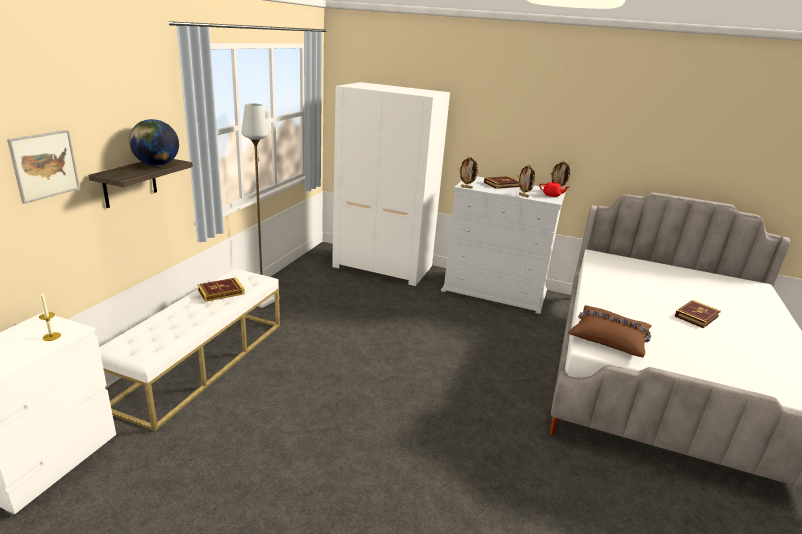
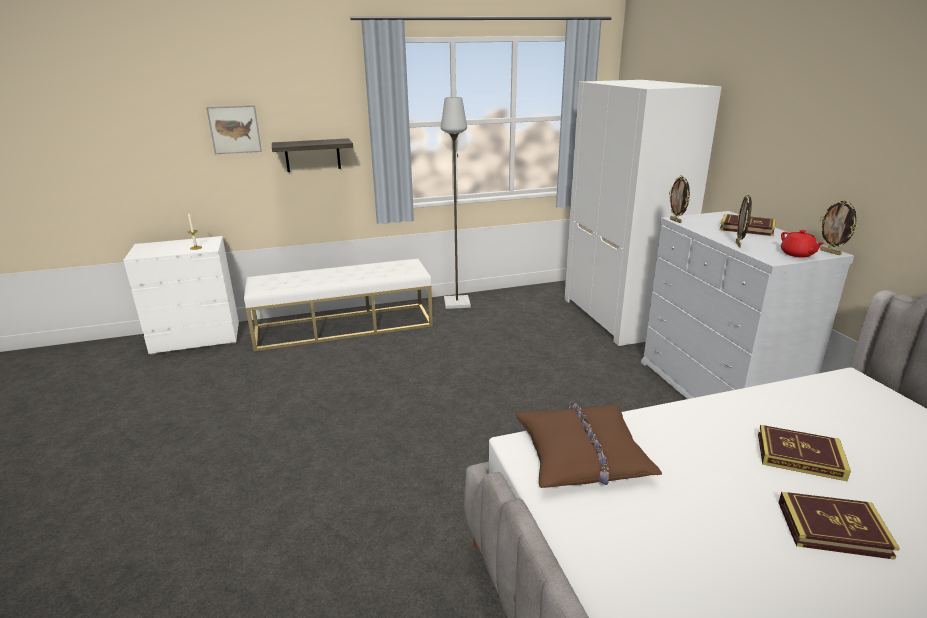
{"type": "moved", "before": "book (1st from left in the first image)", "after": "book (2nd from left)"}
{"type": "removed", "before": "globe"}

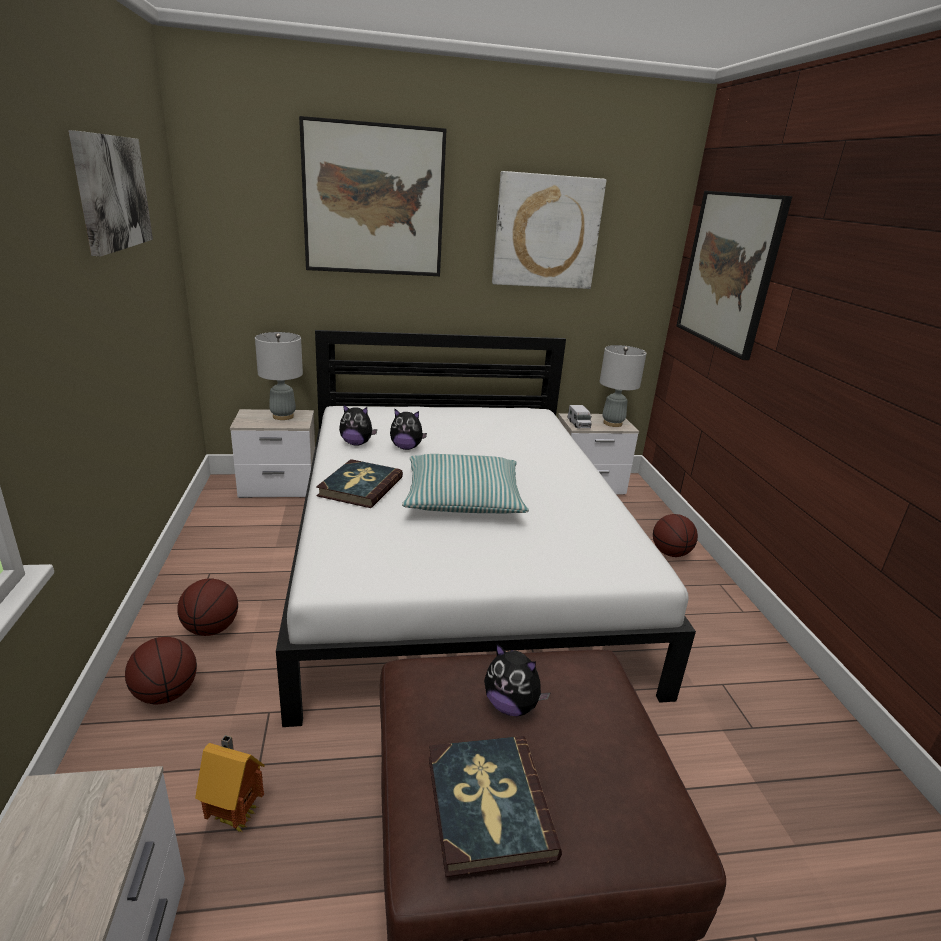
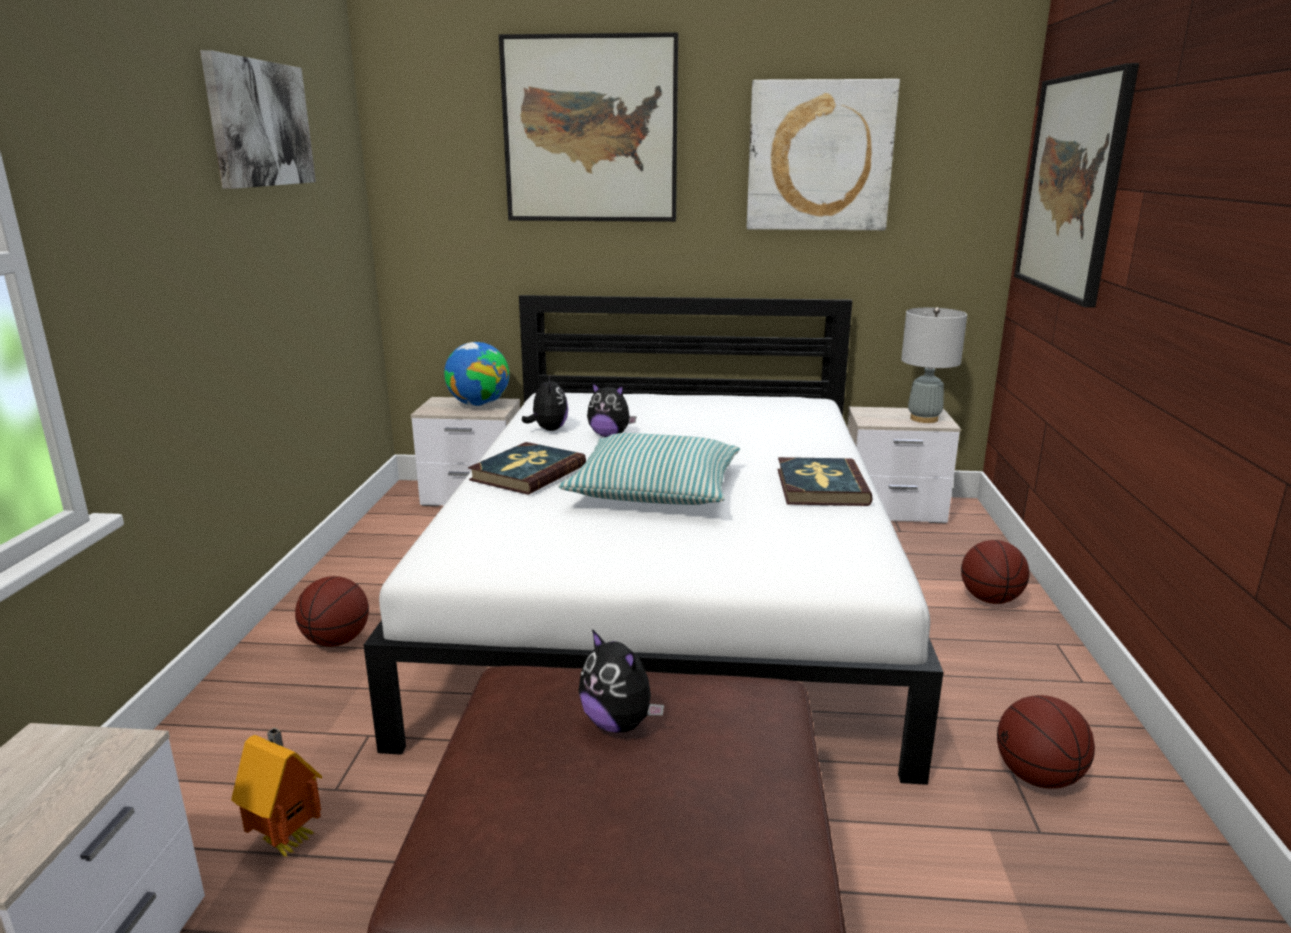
{"type": "replaced", "before": "grey table lamp (1st from left)", "after": "globe"}
{"type": "turned", "before": "plush toy (1st from left)", "turn": -120}
{"type": "moved", "before": "book (2nd from left)"}
{"type": "moved", "before": "basketball (1st from left in the first image)", "after": "basketball (3rd from left)"}
{"type": "removed", "before": "toy truck"}

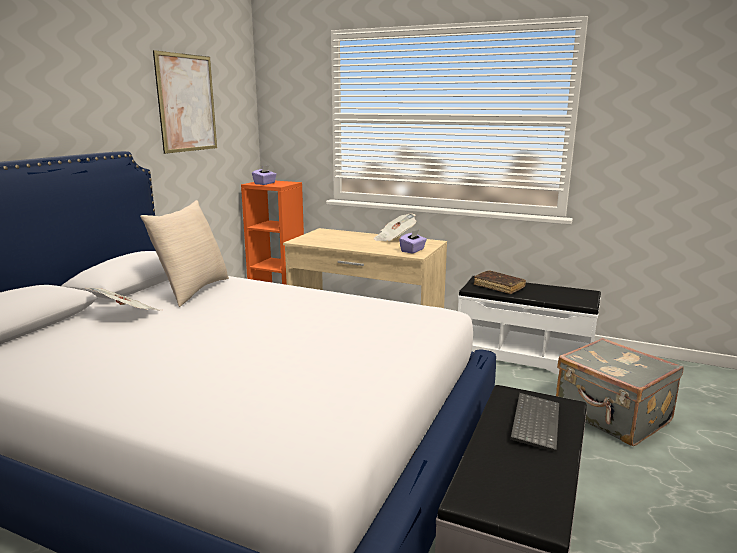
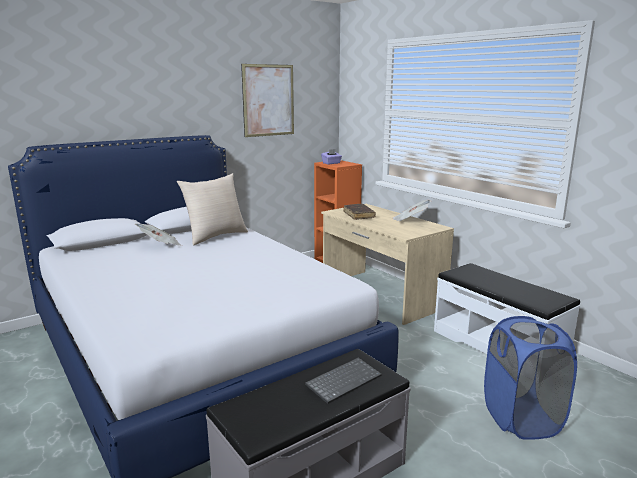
{"type": "moved", "before": "brown book"}
{"type": "replaced", "before": "grey suitcase", "after": "blue laundry basket"}
{"type": "removed", "before": "purple tissue box (2nd from left)"}

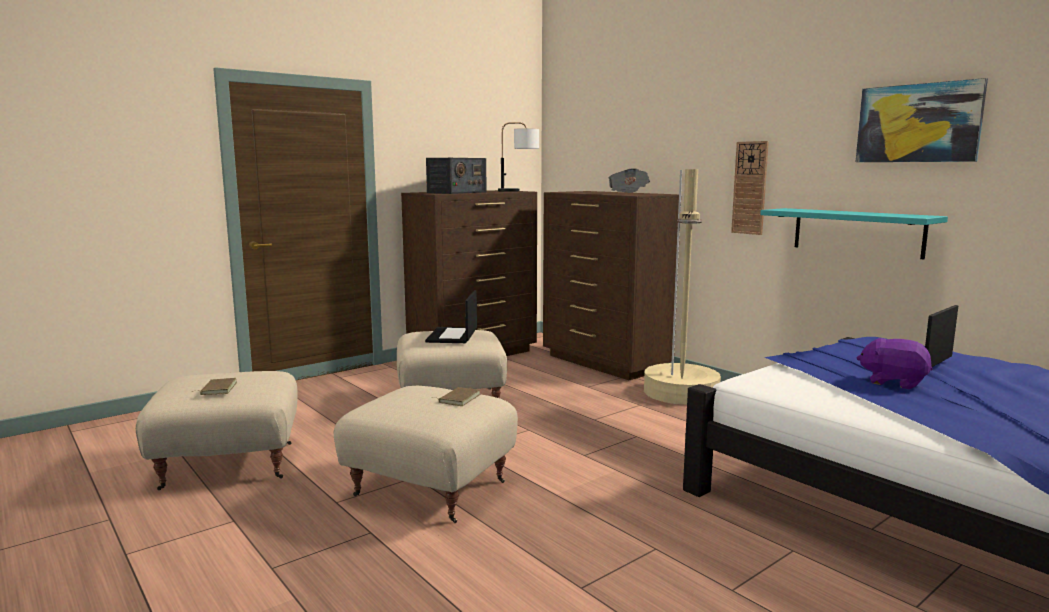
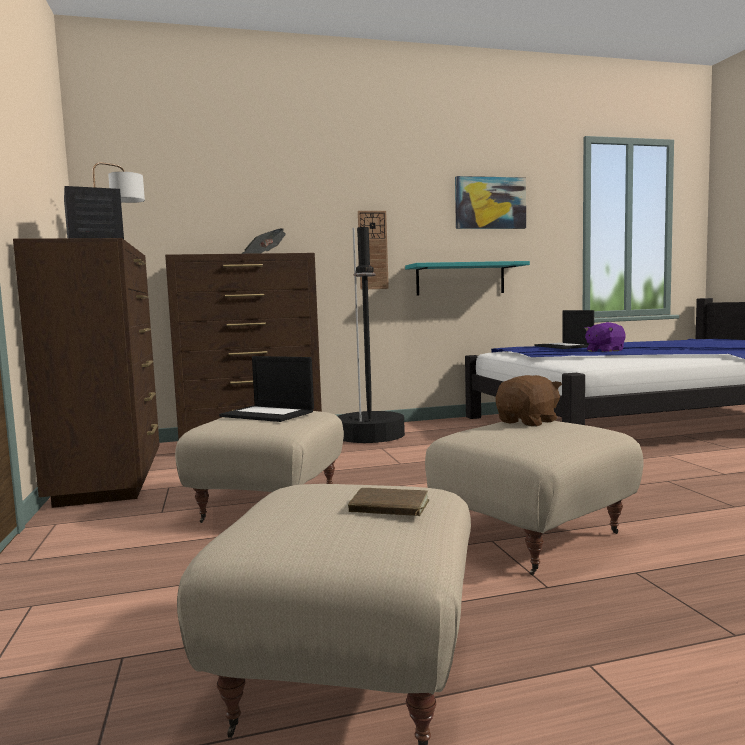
{"type": "recoloured", "before": "beige floor lamp", "after": "black floor lamp"}
{"type": "replaced", "before": "brown book (2nd from left)", "after": "brown plush toy"}

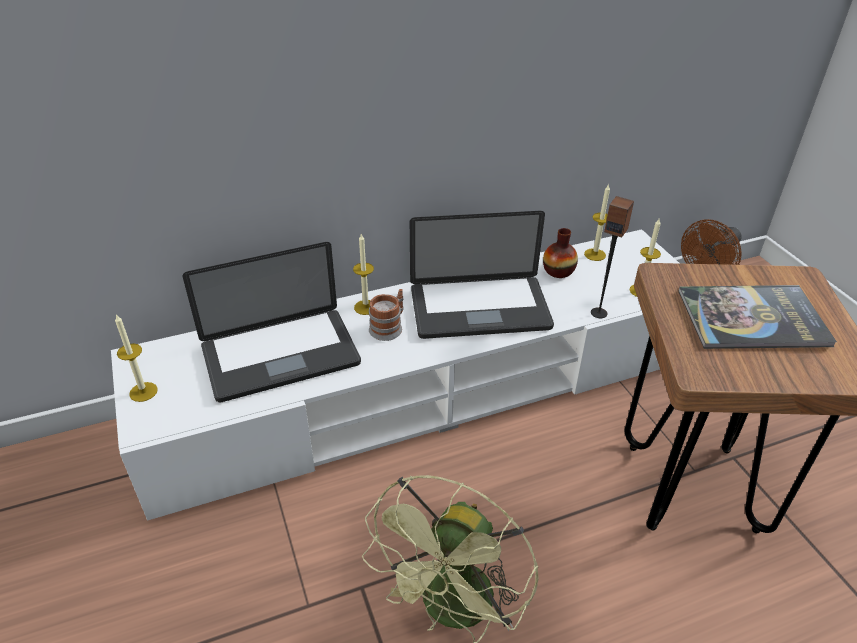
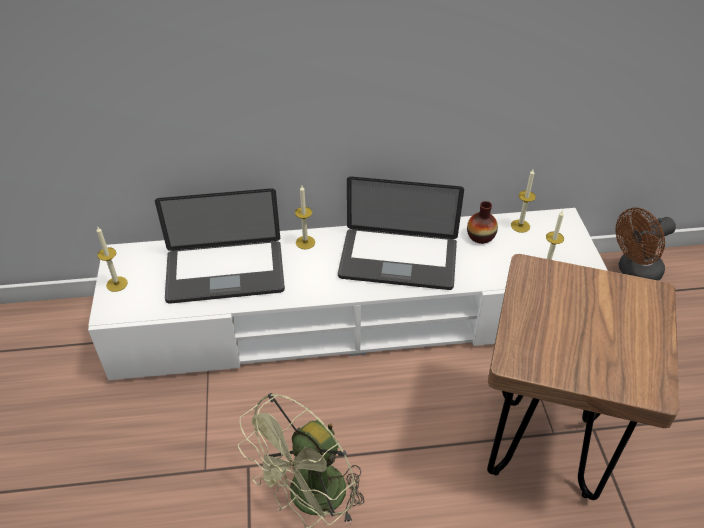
{"type": "removed", "before": "mug"}
{"type": "removed", "before": "speaker"}
{"type": "removed", "before": "book"}

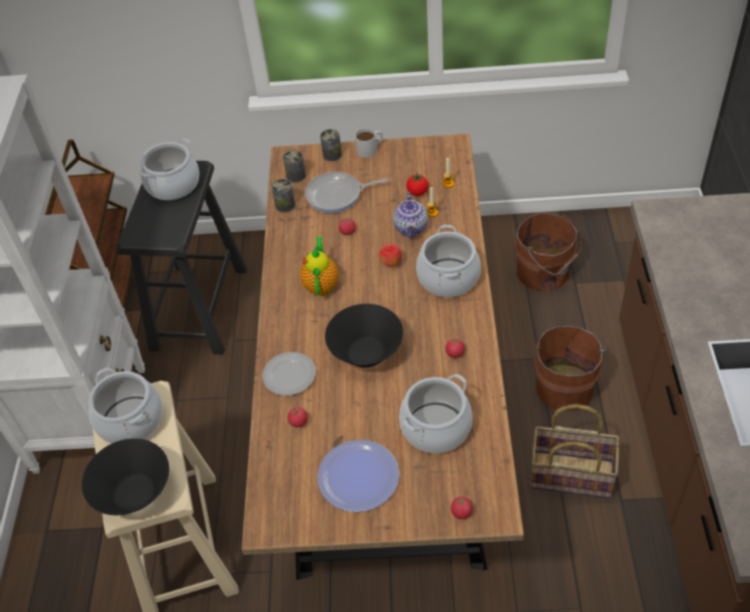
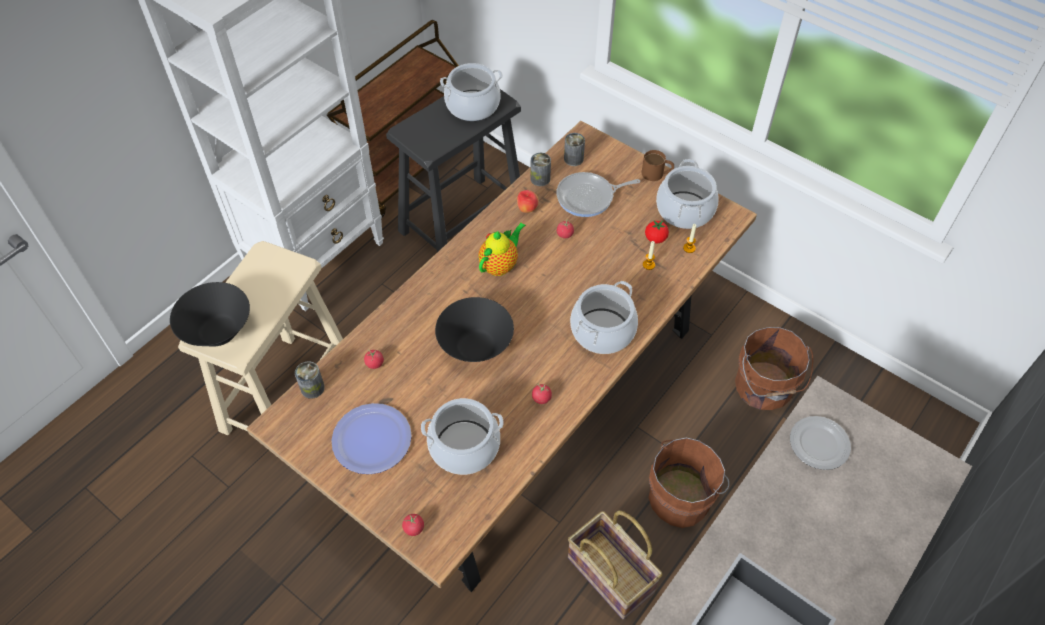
{"type": "moved", "before": "can (3rd from left in the first image)", "after": "can (1st from left)"}
{"type": "moved", "before": "apple"}
{"type": "turned", "before": "frying pan", "turn": -45}
{"type": "recoloured", "before": "white mug", "after": "brown mug"}
{"type": "moved", "before": "cooking pot (1st from left in the first image)", "after": "cooking pot (4th from left)"}
{"type": "moved", "before": "plate (1st from left in the first image)", "after": "plate (2nd from left)"}
{"type": "removed", "before": "teapot (2nd from left)"}

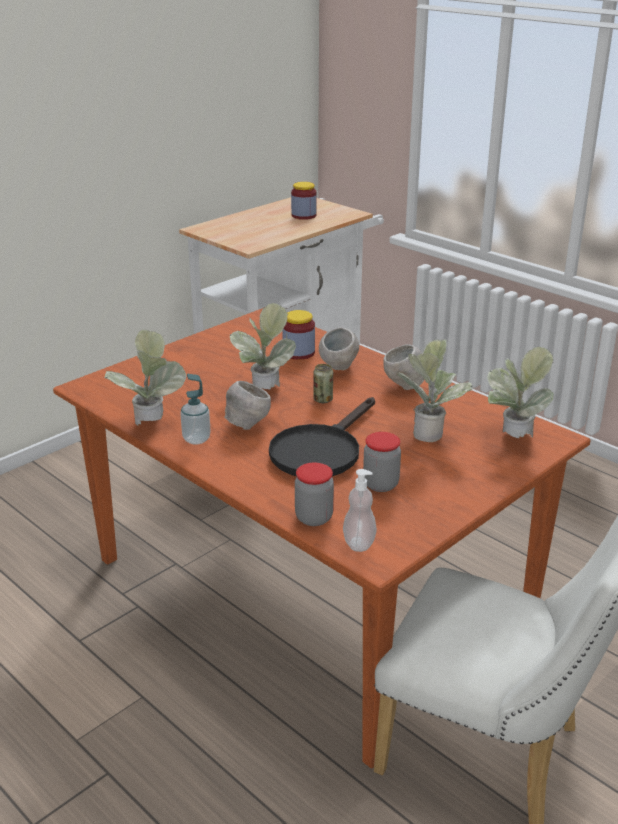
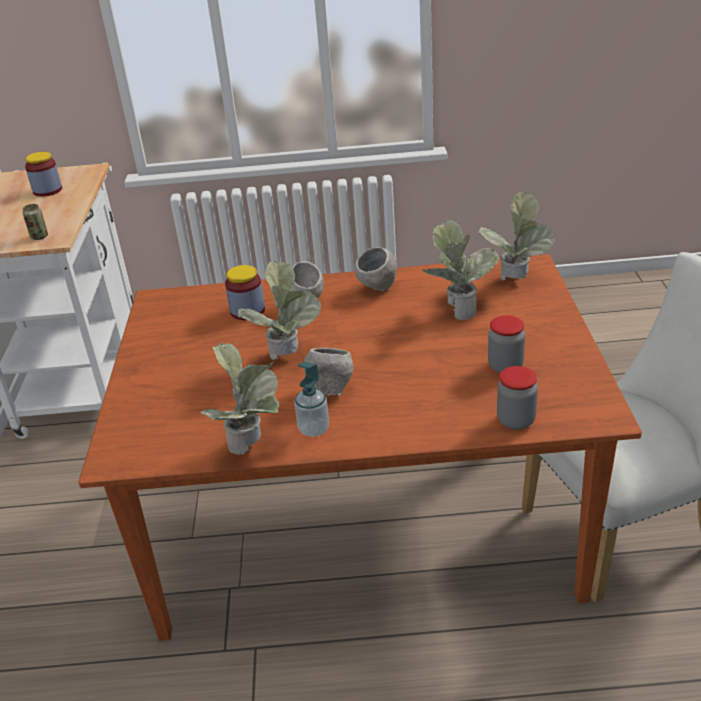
{"type": "moved", "before": "can"}
{"type": "removed", "before": "black frying pan"}
{"type": "removed", "before": "soap dispenser (2nd from left)"}

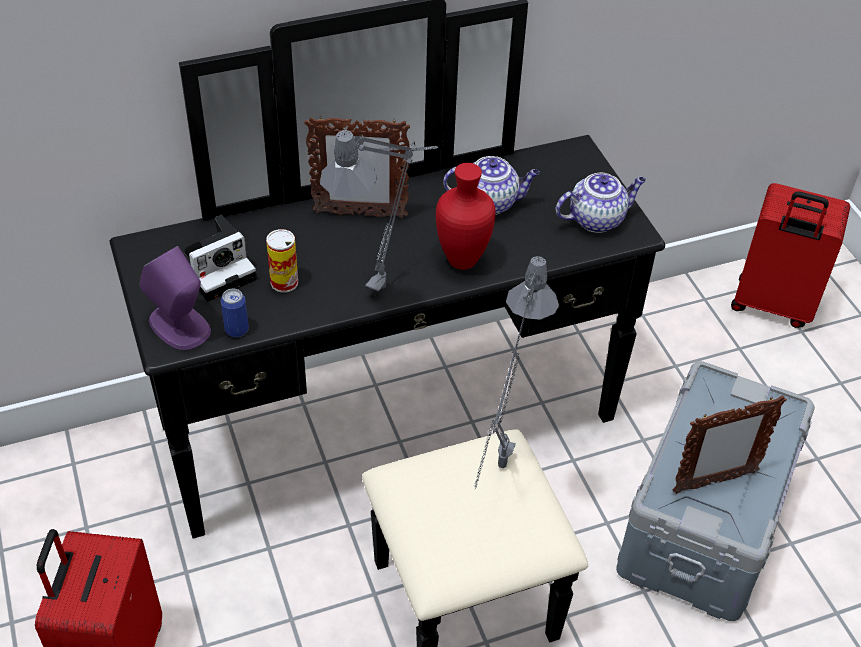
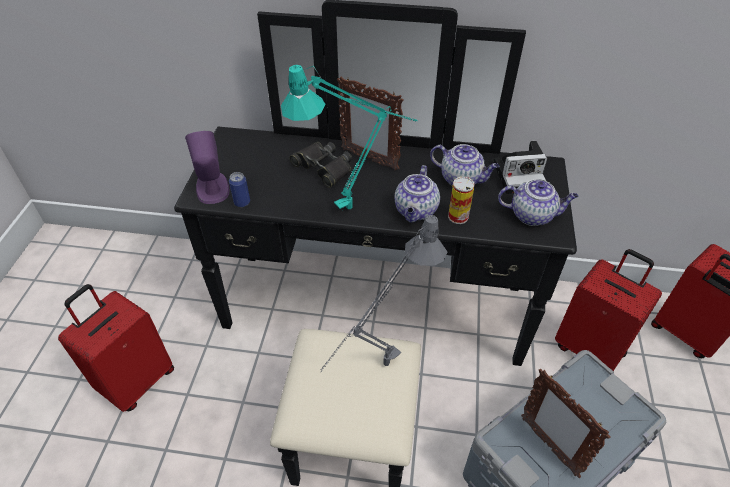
{"type": "recoloured", "before": "grey table lamp (1st from left)", "after": "turquoise table lamp"}
{"type": "added", "after": "black binoculars"}
{"type": "replaced", "before": "red vase", "after": "teapot (1st from left)"}
{"type": "moved", "before": "can (2nd from left)"}
{"type": "moved", "before": "photo camera"}
{"type": "turned", "before": "picture frame (2nd from left)", "turn": 45}
{"type": "added", "after": "red suitcase (2nd from left)"}

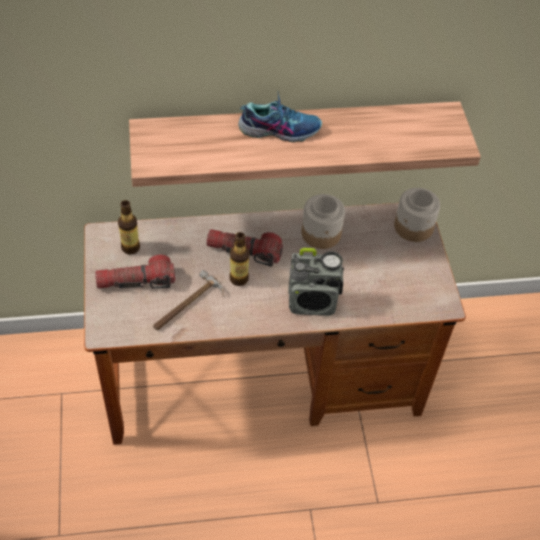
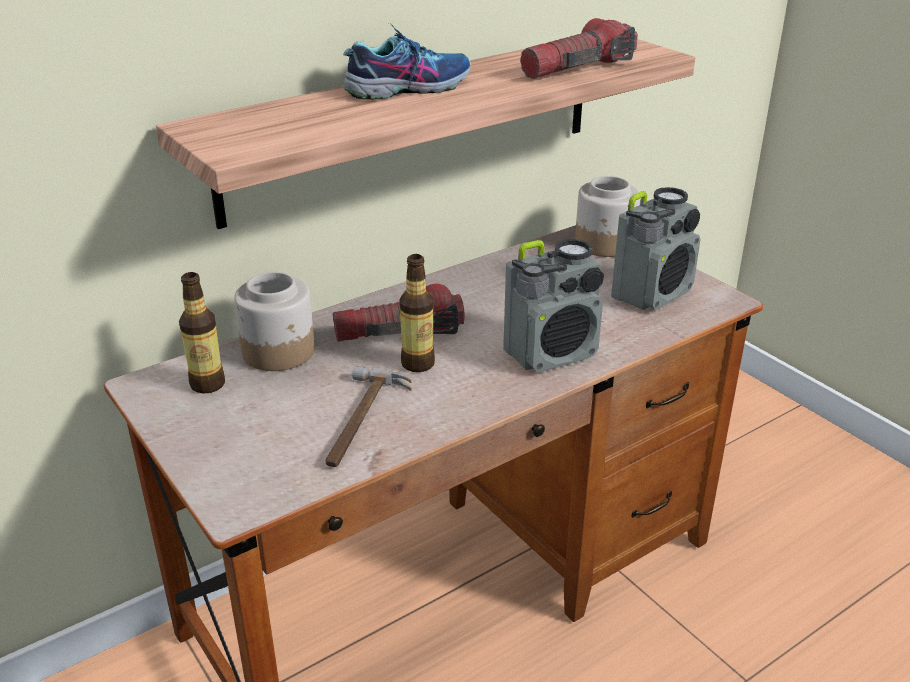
{"type": "moved", "before": "jar (1st from left)"}
{"type": "moved", "before": "flashlight (1st from left in the first image)", "after": "flashlight (2nd from left)"}
{"type": "added", "after": "radio (2nd from left)"}

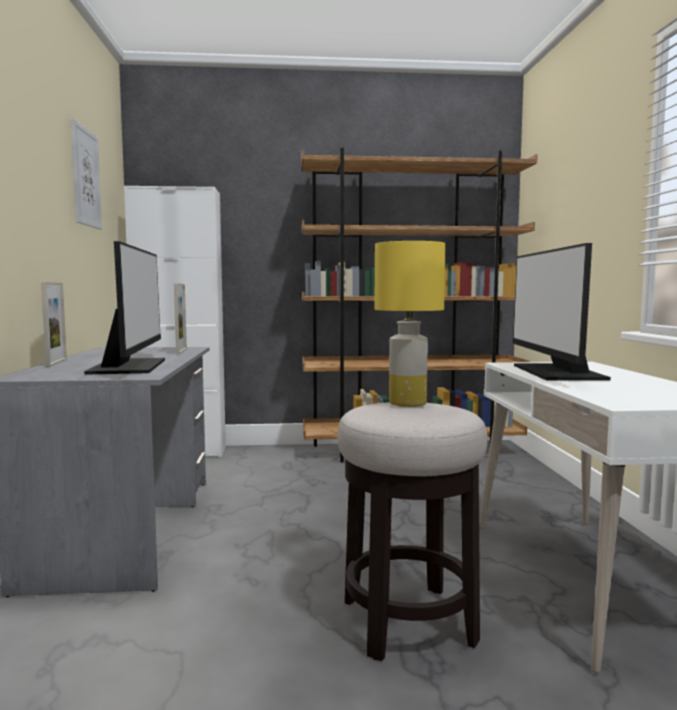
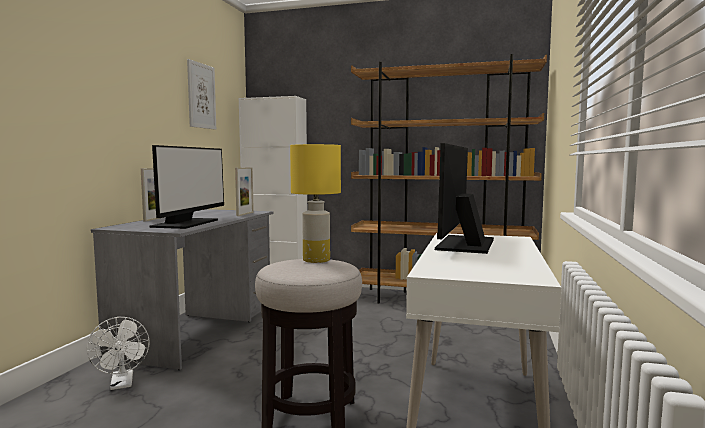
{"type": "added", "after": "white fan"}

